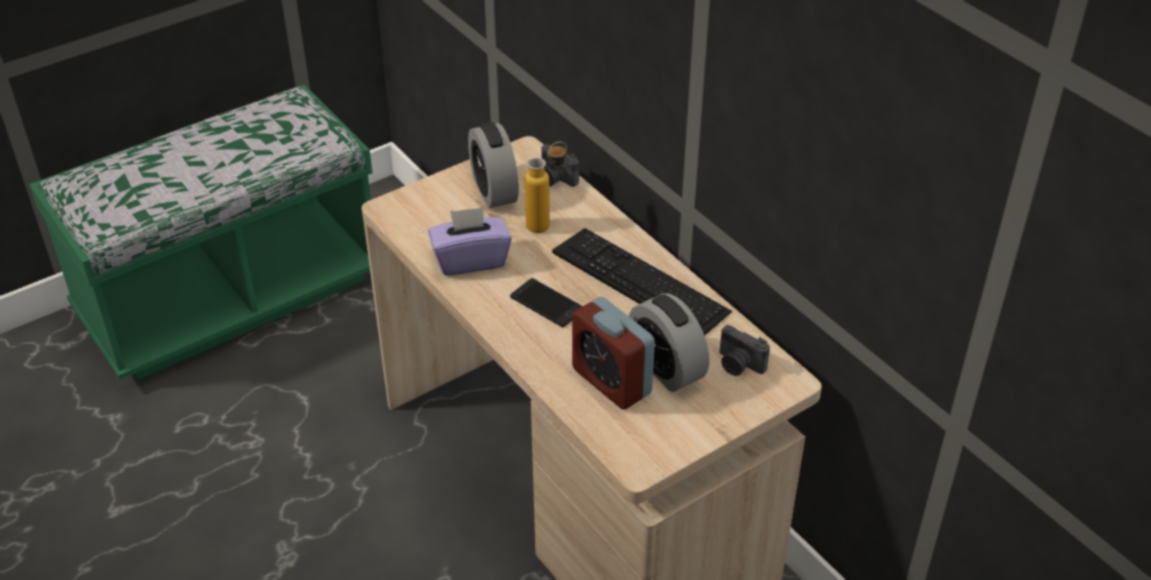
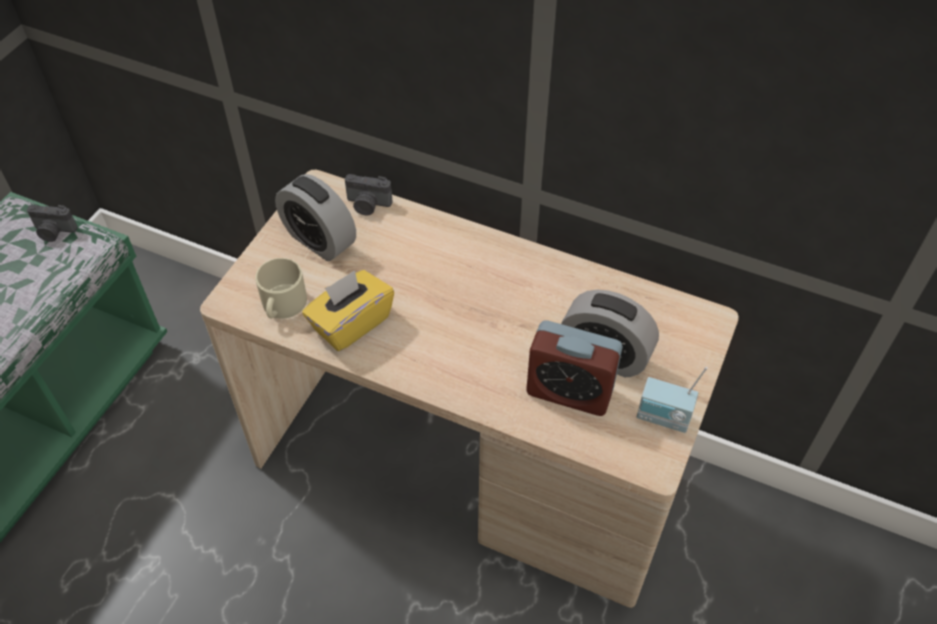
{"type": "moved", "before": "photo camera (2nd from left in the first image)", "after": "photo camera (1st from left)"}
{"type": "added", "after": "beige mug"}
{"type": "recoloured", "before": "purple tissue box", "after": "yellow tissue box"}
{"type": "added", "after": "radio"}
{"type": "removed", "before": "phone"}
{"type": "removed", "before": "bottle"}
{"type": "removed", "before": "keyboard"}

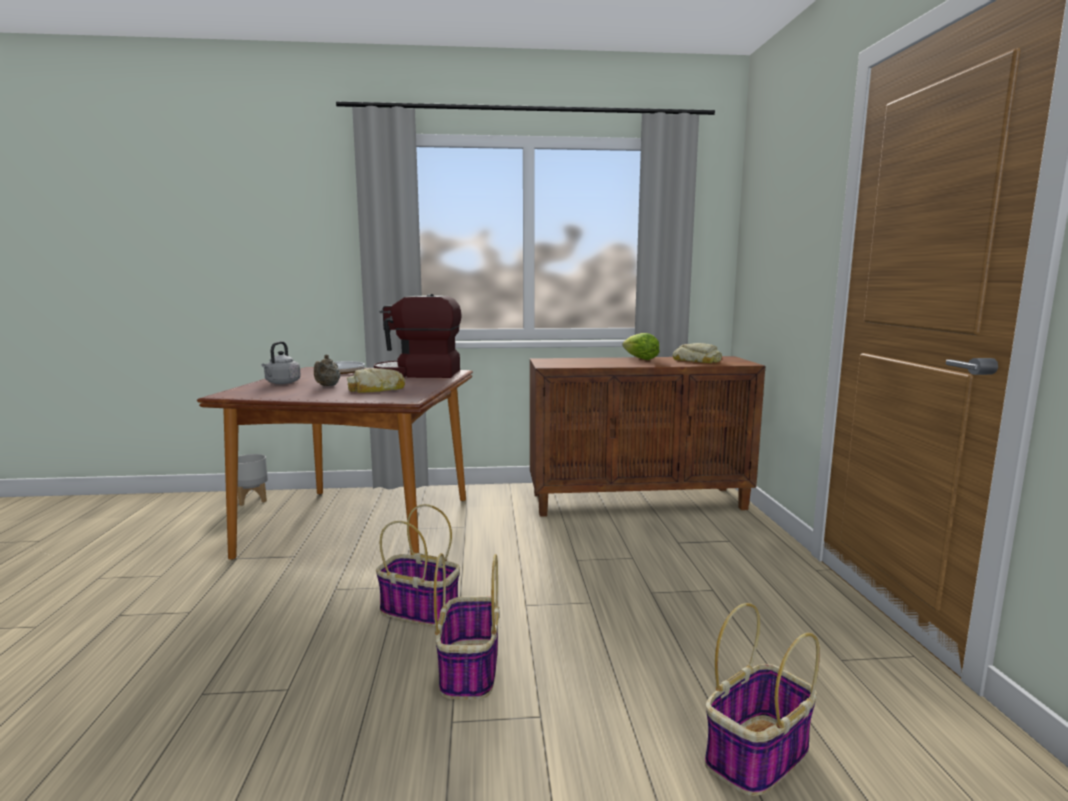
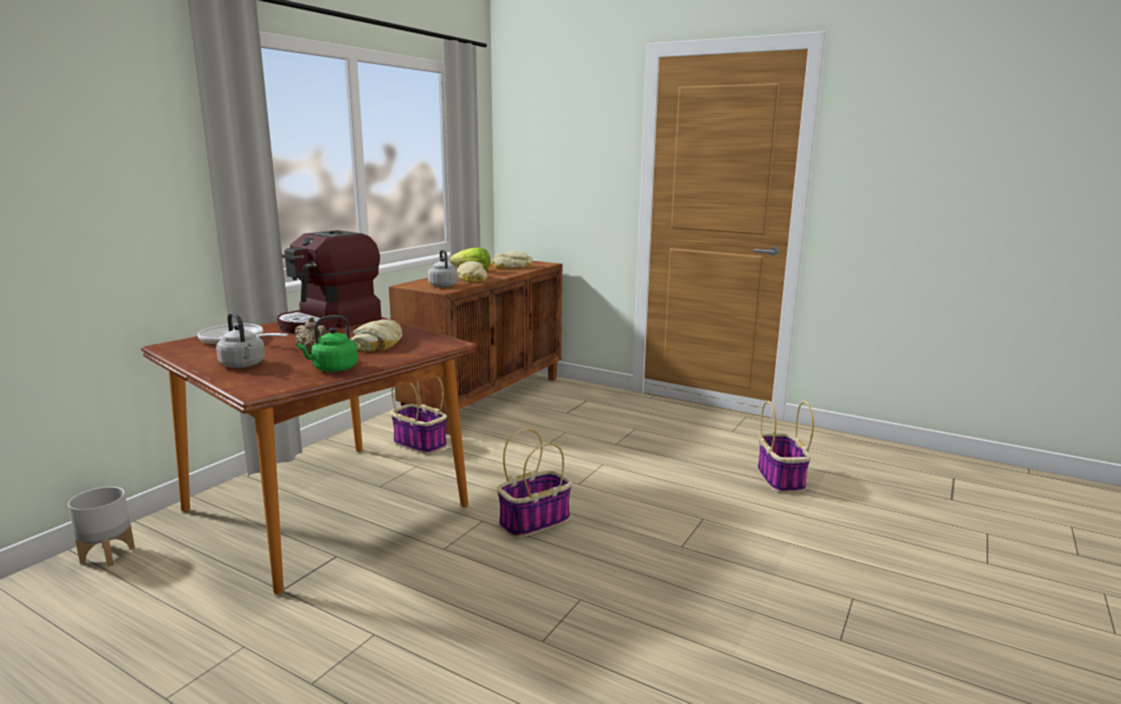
{"type": "added", "after": "green kettle"}
{"type": "moved", "before": "basket (2nd from left in the first image)", "after": "basket (1st from left)"}
{"type": "added", "after": "grey kettle (2nd from left)"}
{"type": "added", "after": "bread (2nd from left)"}

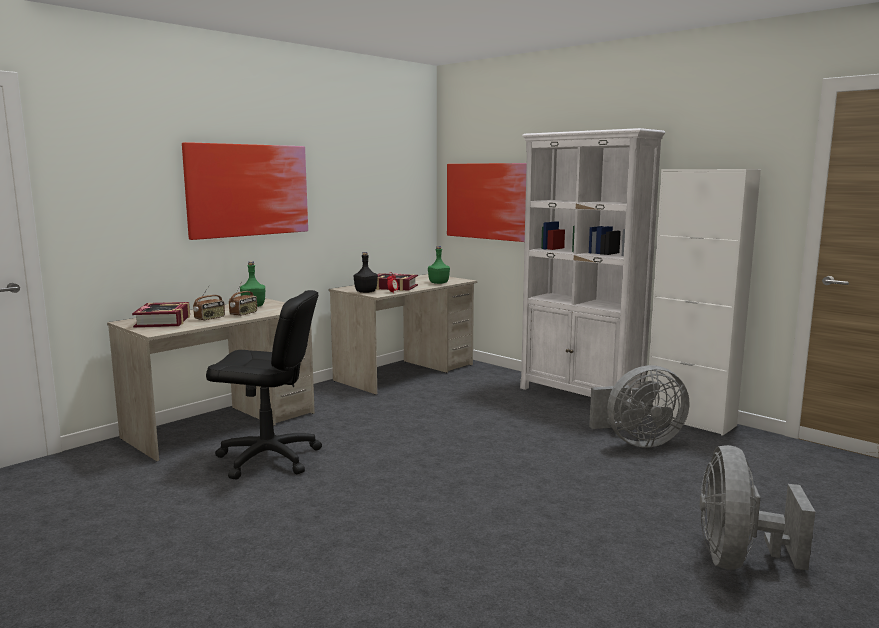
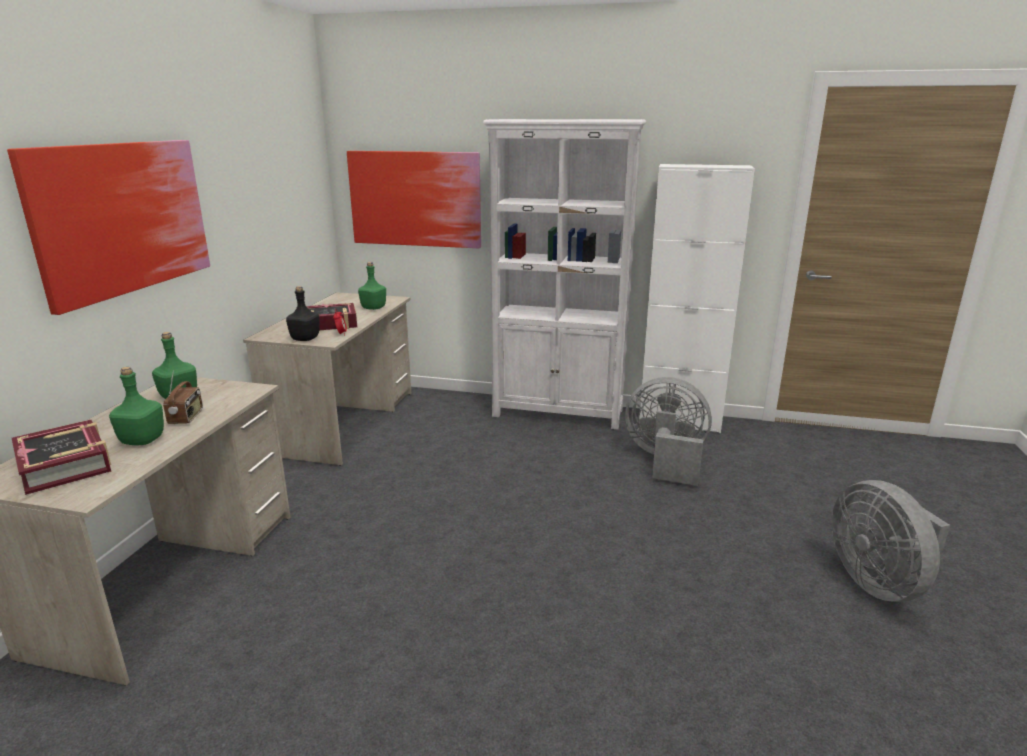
{"type": "replaced", "before": "radio (1st from left)", "after": "green bottle (1st from left)"}
{"type": "turned", "before": "grey fan (1st from left)", "turn": -120}
{"type": "removed", "before": "black office chair"}

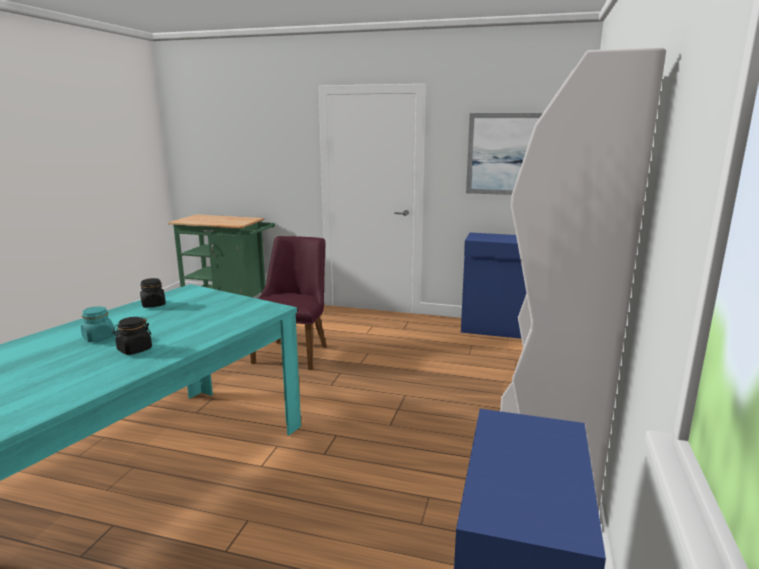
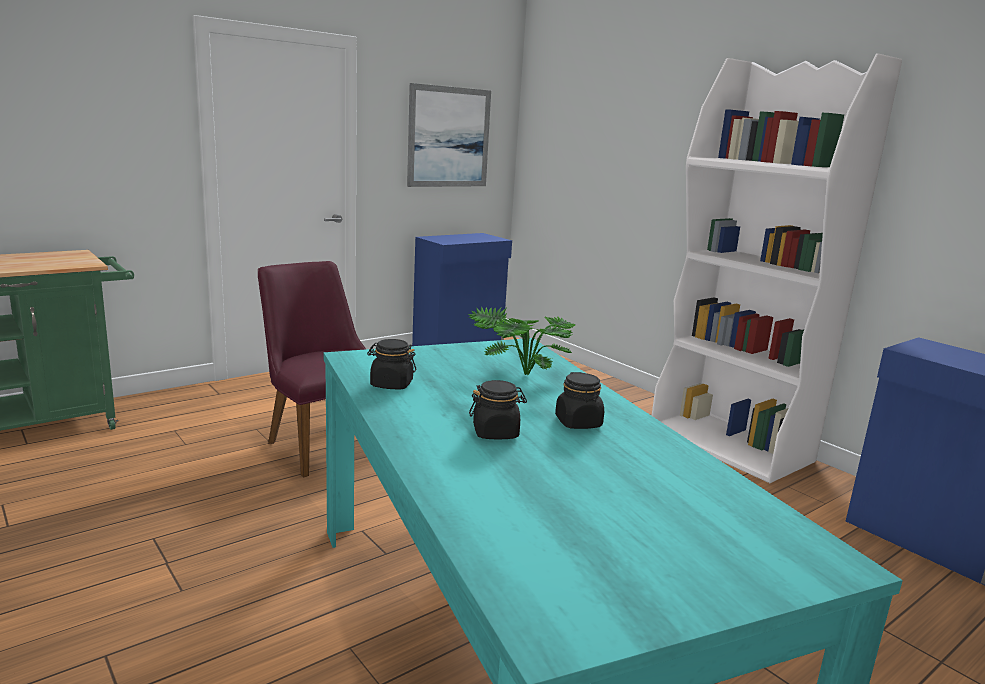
{"type": "added", "after": "potted plant"}
{"type": "recoloured", "before": "turquoise jar", "after": "black jar (2nd from left)"}

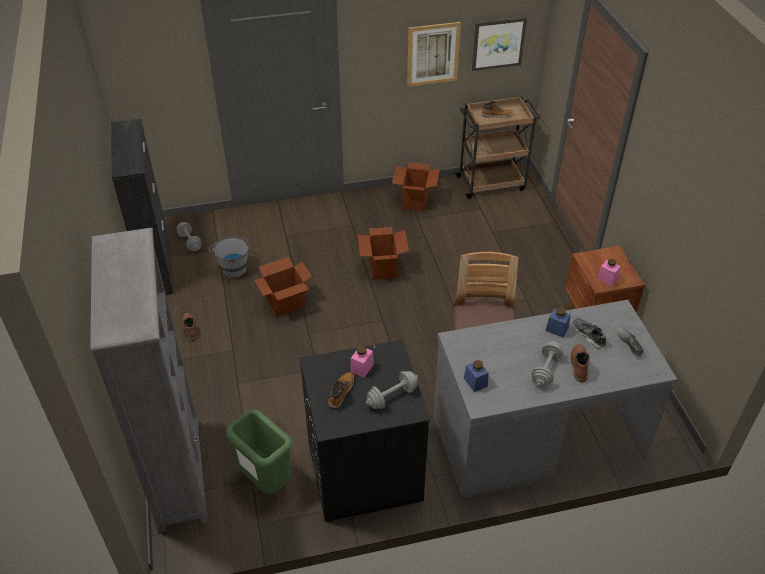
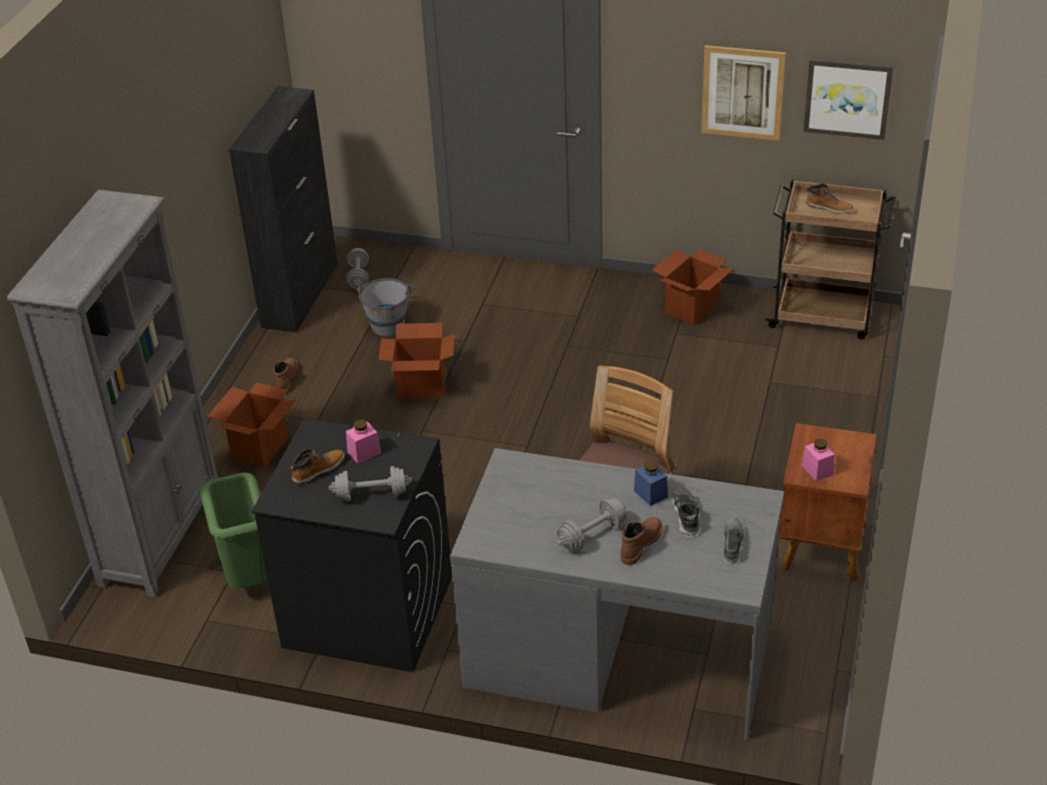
{"type": "moved", "before": "cardboard box (2nd from left in the first image)", "after": "cardboard box (1st from left)"}
{"type": "removed", "before": "blue jar (1st from left)"}

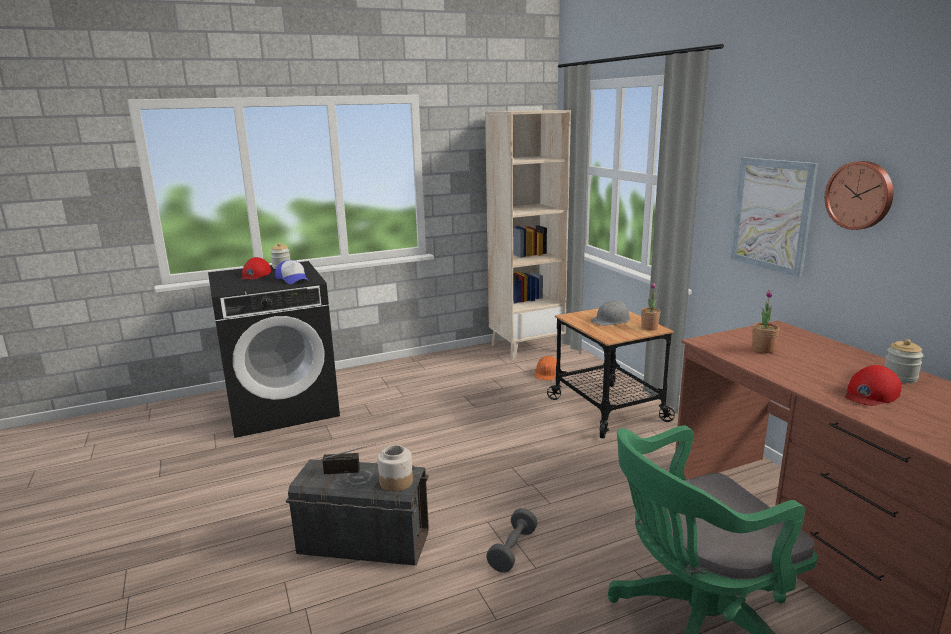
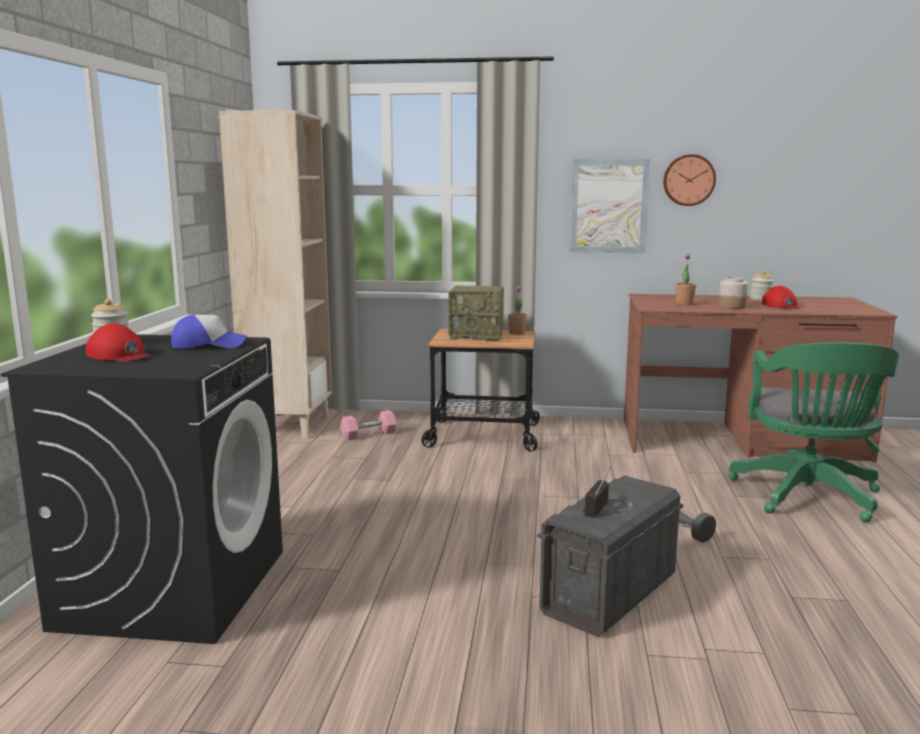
{"type": "replaced", "before": "orange hard hat", "after": "pink dumbbell"}
{"type": "replaced", "before": "grey hard hat", "after": "radio (1st from left)"}
{"type": "moved", "before": "jar (2nd from left)"}

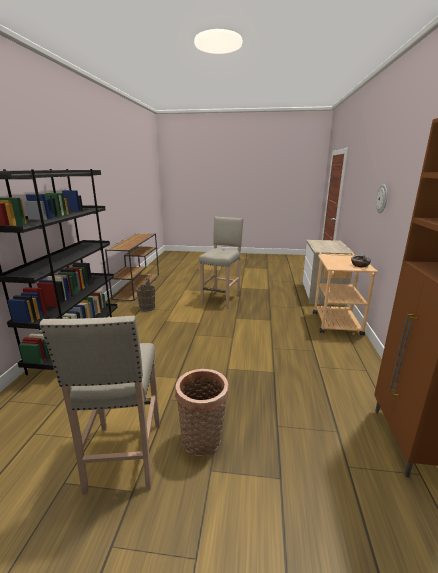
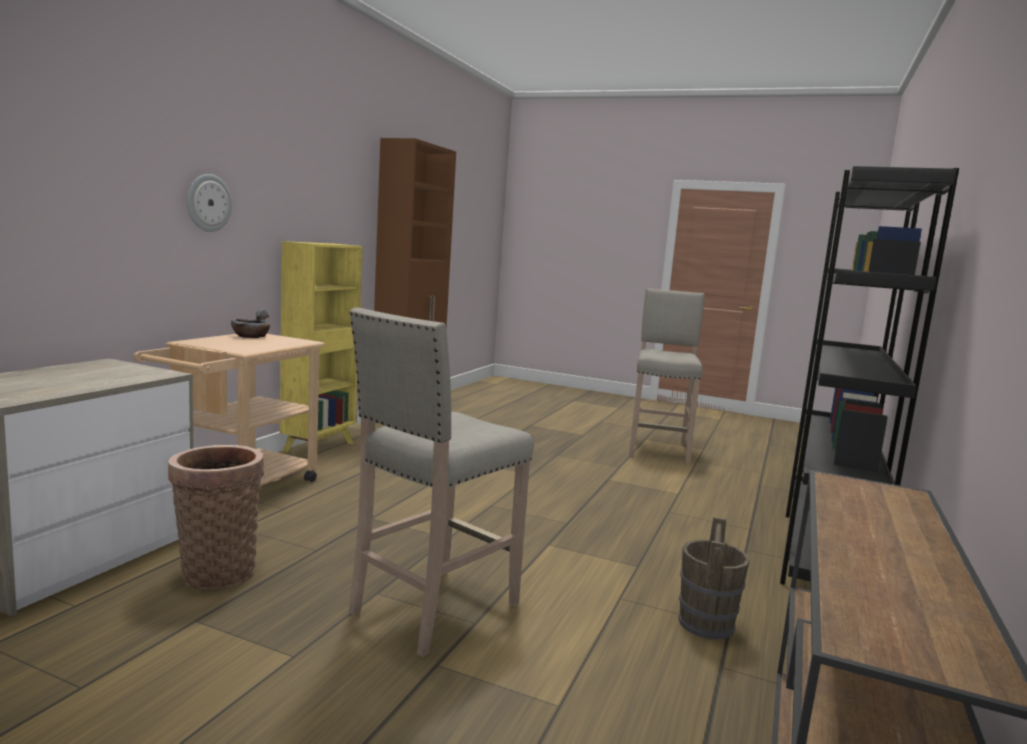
{"type": "moved", "before": "basket"}
{"type": "added", "after": "yellow bookcase"}

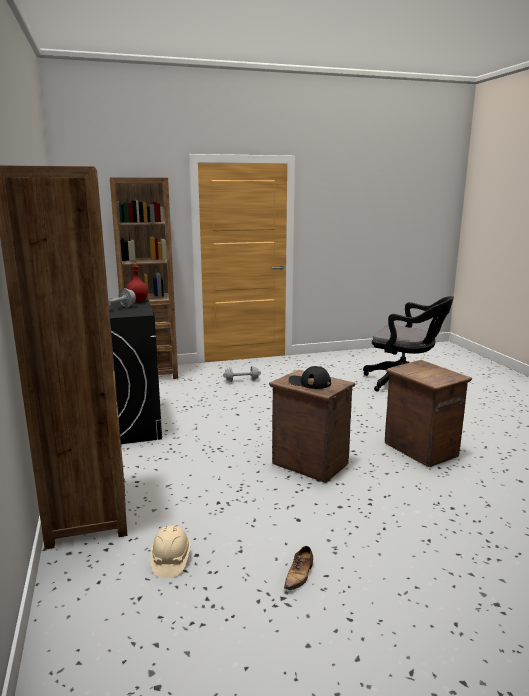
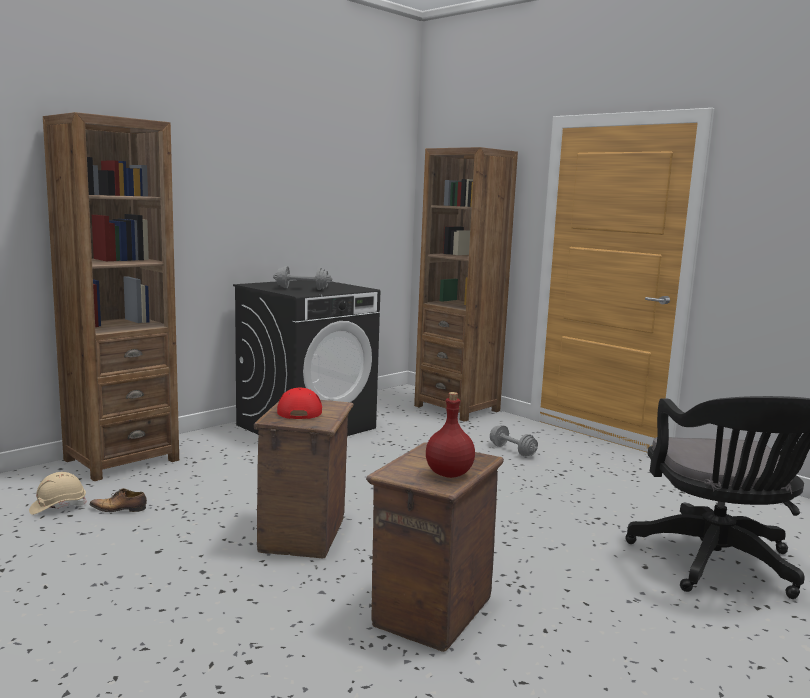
{"type": "moved", "before": "shoe"}
{"type": "recoloured", "before": "black cap", "after": "red cap"}
{"type": "moved", "before": "red bottle"}

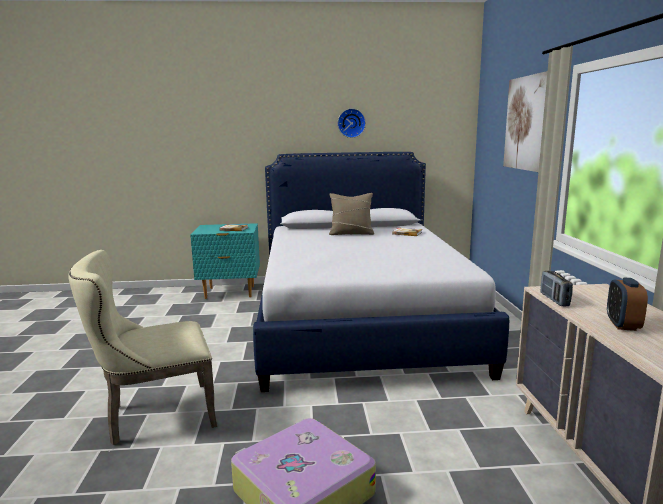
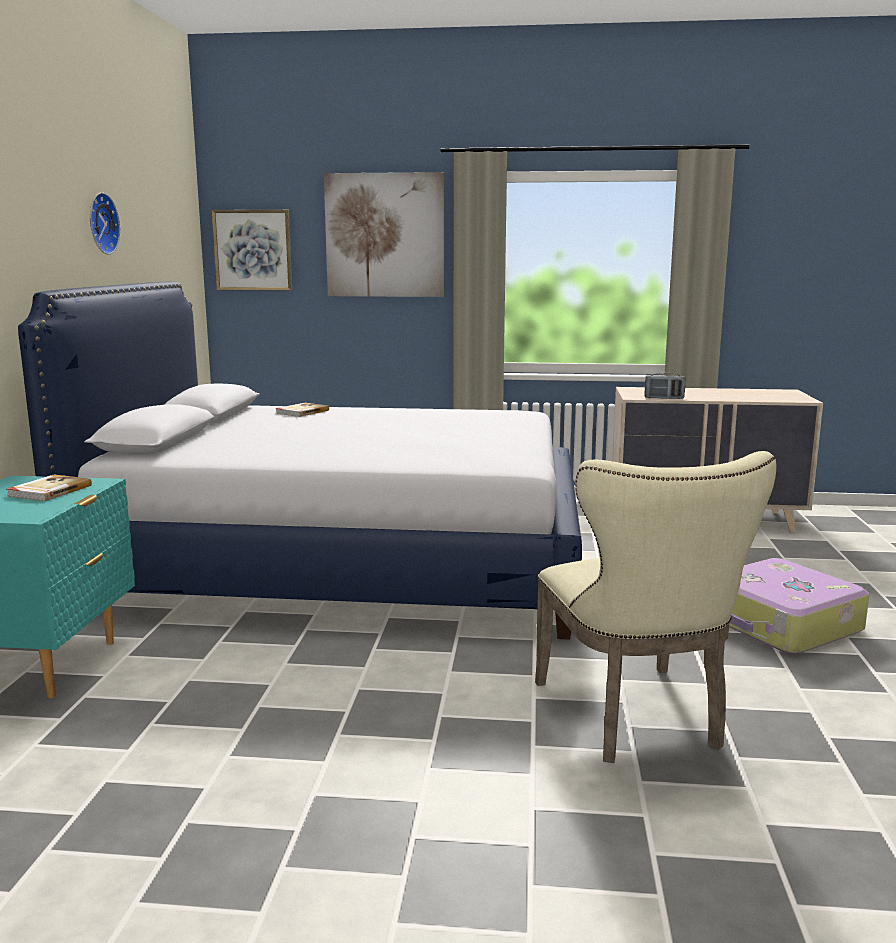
{"type": "added", "after": "picture (1st from left)"}
{"type": "removed", "before": "beige pillow"}
{"type": "removed", "before": "alarm clock"}

